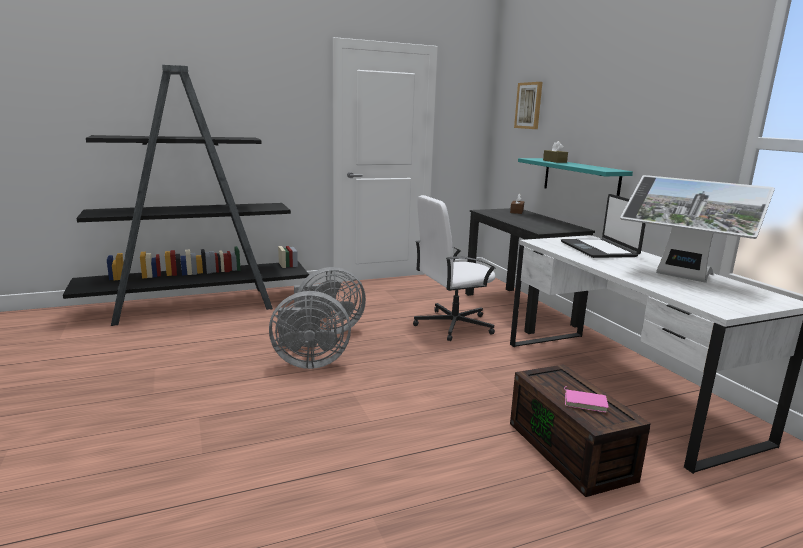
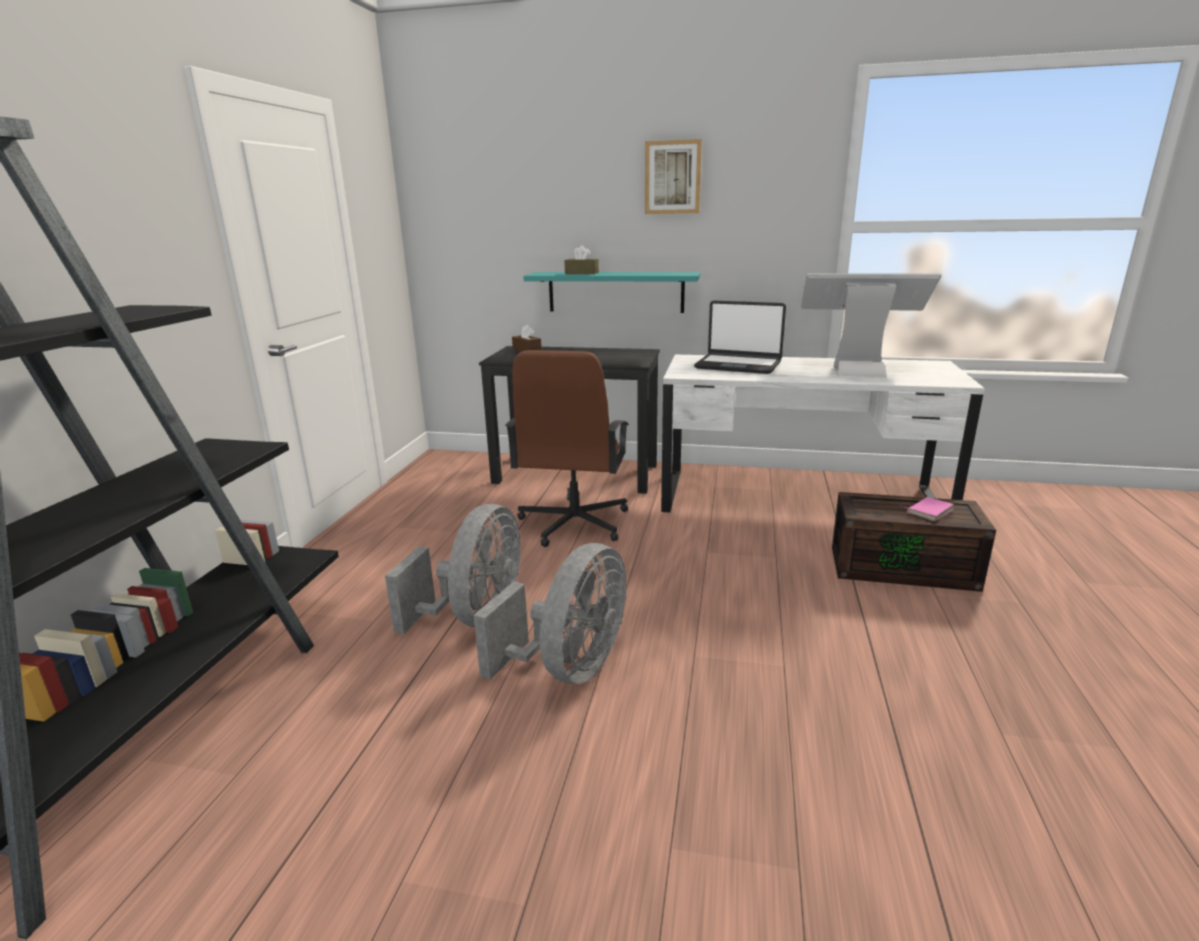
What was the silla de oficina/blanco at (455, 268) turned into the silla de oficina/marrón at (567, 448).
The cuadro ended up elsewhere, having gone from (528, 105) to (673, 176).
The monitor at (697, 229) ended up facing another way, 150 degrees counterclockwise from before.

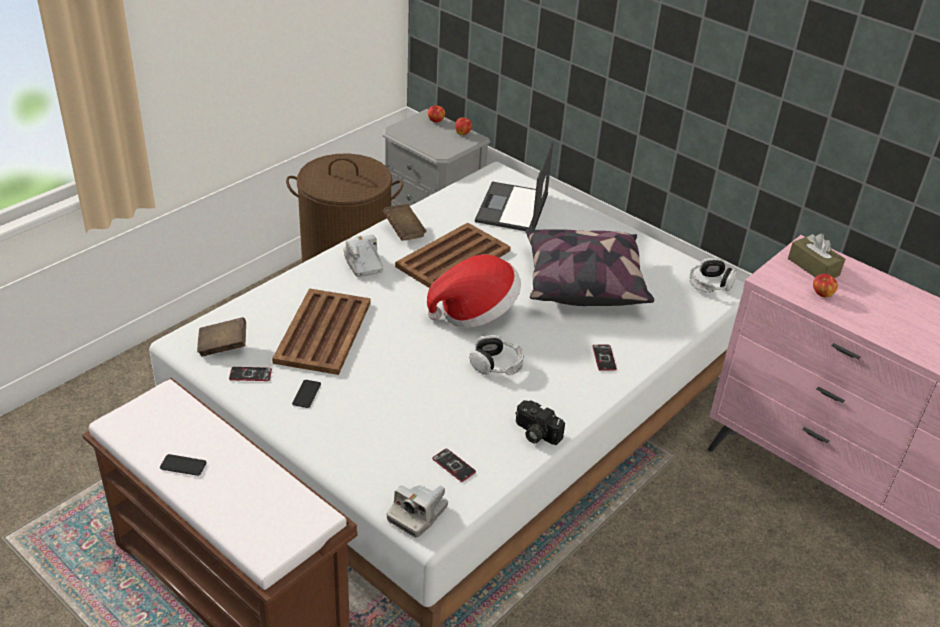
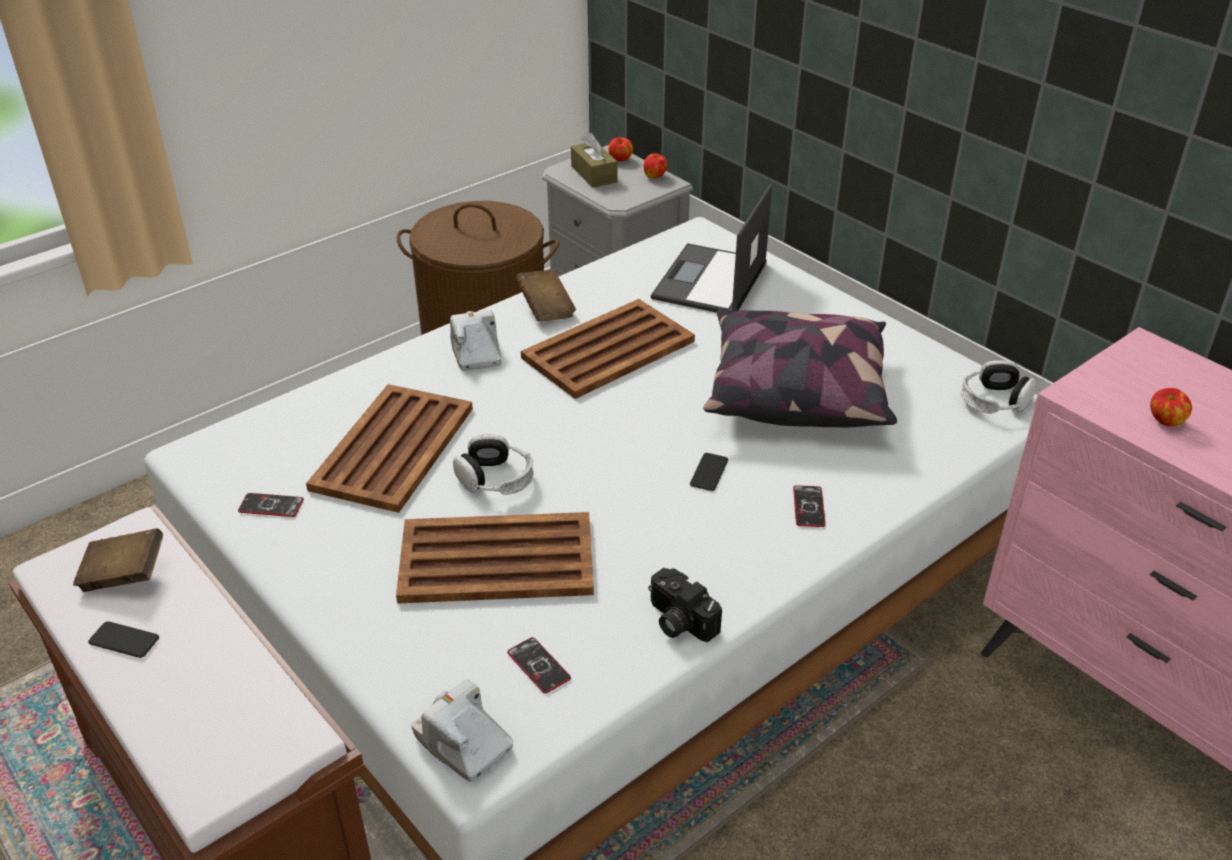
The libro/marrón ended up elsewhere, having gone from (221, 337) to (118, 560).
The second view gained the bandeja/marrón at (495, 558).
The cámara at (417, 511) ended up facing another way, 90 degrees clockwise from before.
The auriculares ended up elsewhere, having gone from (496, 355) to (493, 465).
The caja de pañuelos/marrón ended up elsewhere, having gone from (816, 255) to (594, 160).
The móvil ended up elsewhere, having gone from (306, 394) to (709, 472).
The second view lost the sombrero at (474, 291).

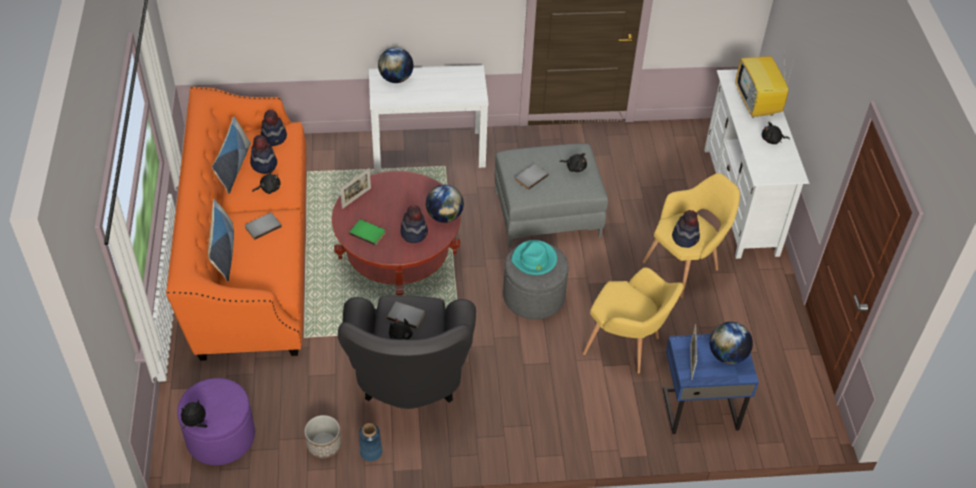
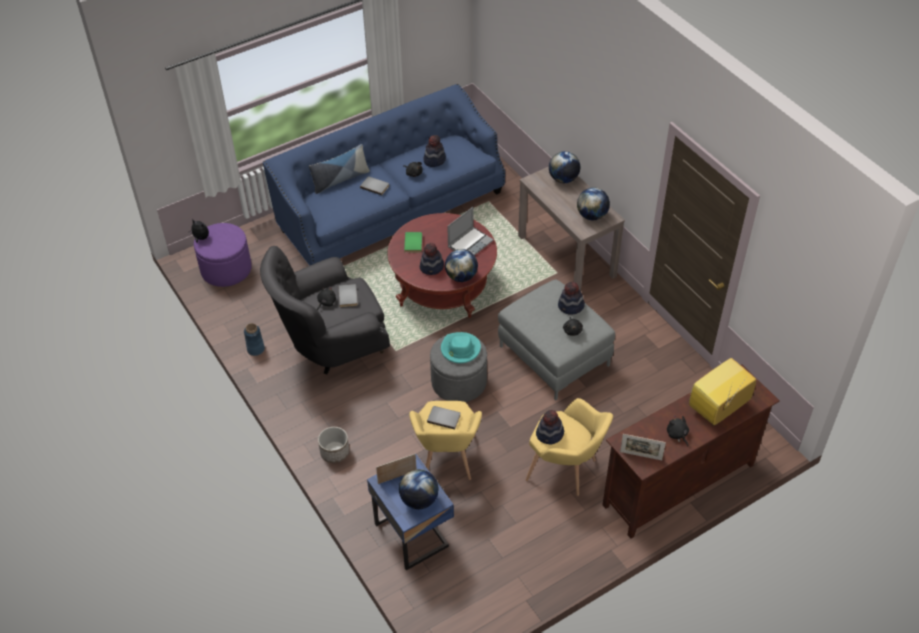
What was the sofá/naranja at (236, 224) turned into the sofá/azul at (384, 175).
The maceta ended up elsewhere, having gone from (323, 437) to (333, 445).
The libro/gris ended up elsewhere, having gone from (532, 177) to (444, 417).
The second view gained the portátil at (470, 231).
What was the mesa consola/blanco at (429, 118) turned into the mesa consola/marrón at (571, 229).
The sombrero ended up elsewhere, having gone from (274, 127) to (571, 298).
The second view gained the globo terráqueo at (593, 204).
What was the mueble de televisión/blanco at (756, 164) turned into the mueble de televisión/marrón at (691, 451).
The portarretratos ended up elsewhere, having gone from (355, 188) to (643, 447).
The second view lost the cojín at (231, 155).

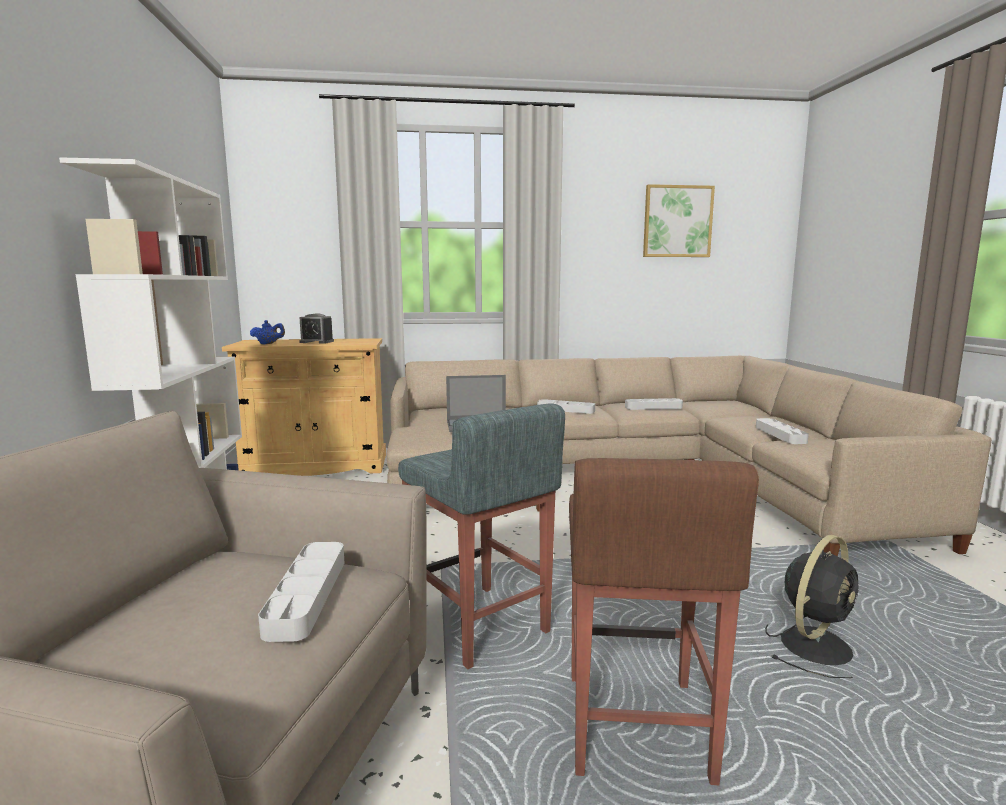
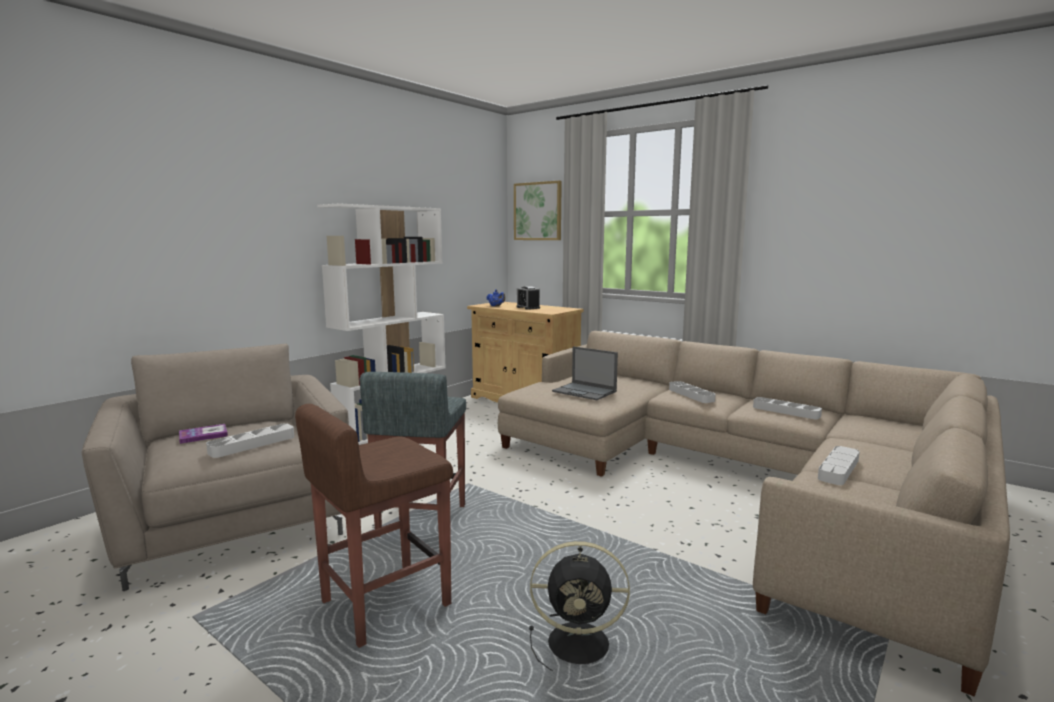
The second view gained the libro at (203, 434).
The cuadro ended up elsewhere, having gone from (679, 220) to (538, 210).

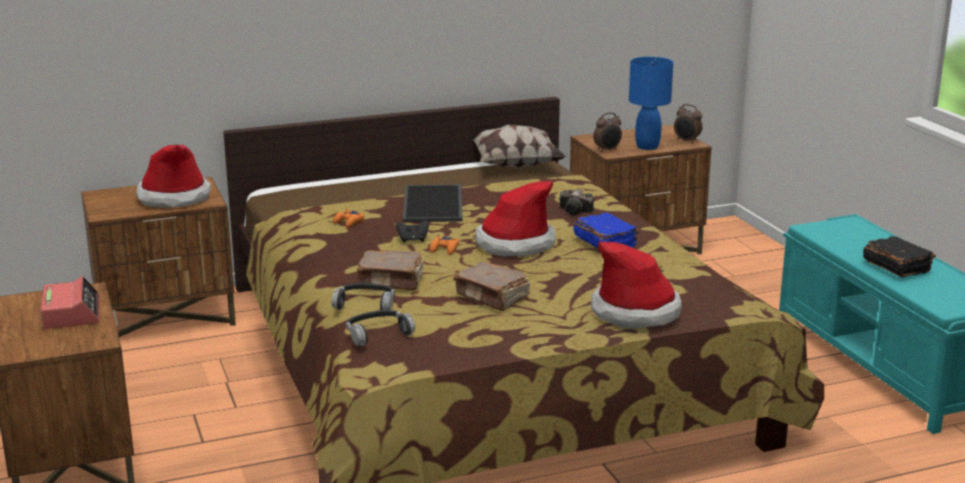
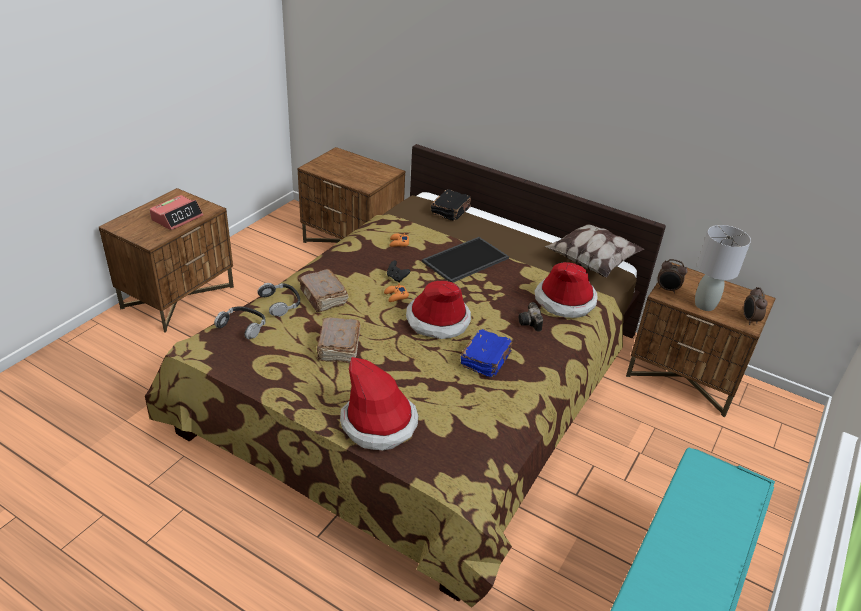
The libro/negro ended up elsewhere, having gone from (899, 256) to (451, 205).
The sombrero ended up elsewhere, having gone from (173, 176) to (566, 290).
What was the lámpara de mesa/azul at (651, 103) turned into the lámpara de mesa/gris at (723, 268).

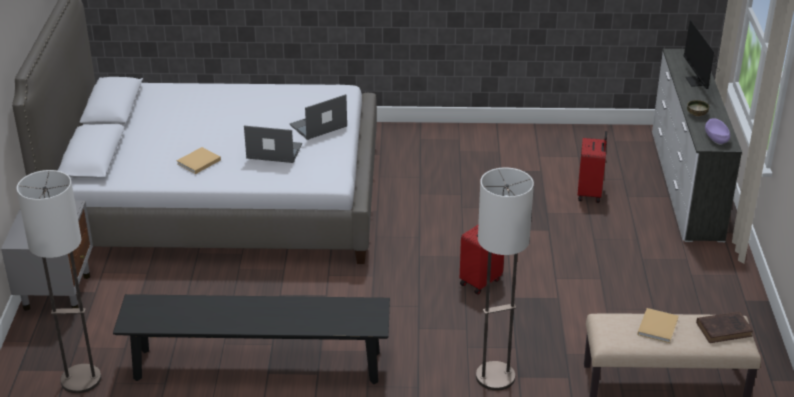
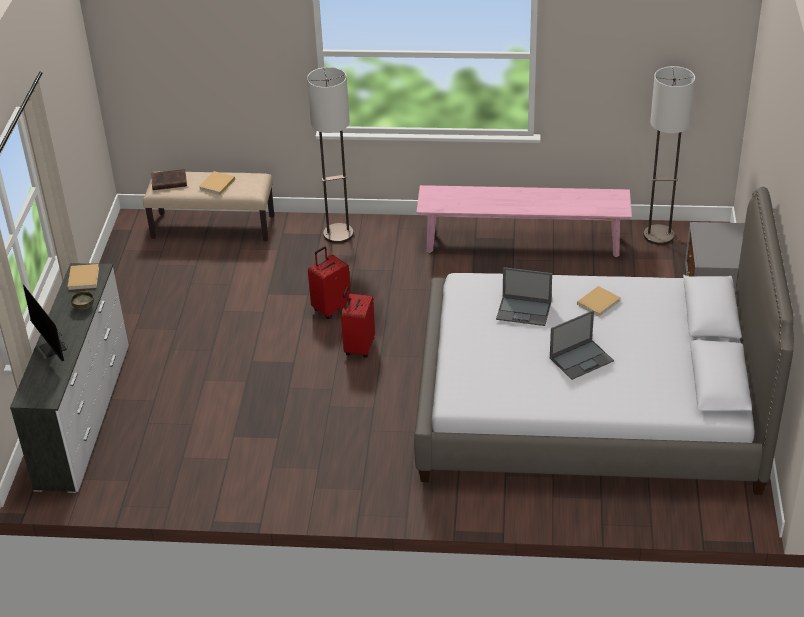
The monitor at (701, 54) ended up facing another way, 150 degrees clockwise from before.
Where the cuenco/morado stood at (717, 131), the libro/beis came to stand at (83, 277).
The maleta/rojo ended up elsewhere, having gone from (592, 167) to (358, 322).
What was the banco/negro at (251, 339) turned into the banco/rosa at (524, 221).
The portátil ended up elsewhere, having gone from (318, 117) to (582, 345).

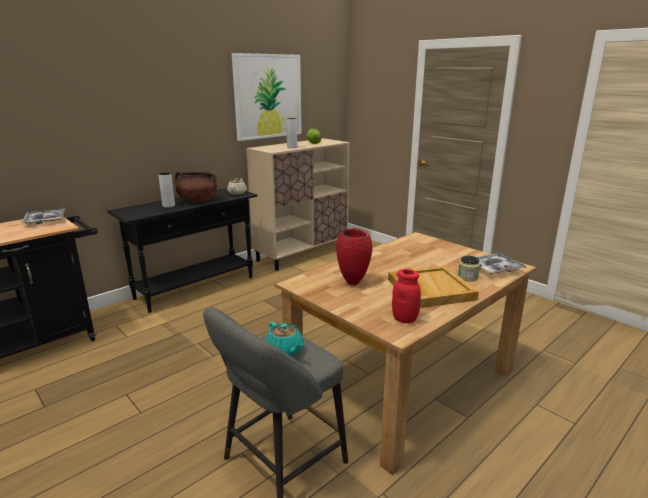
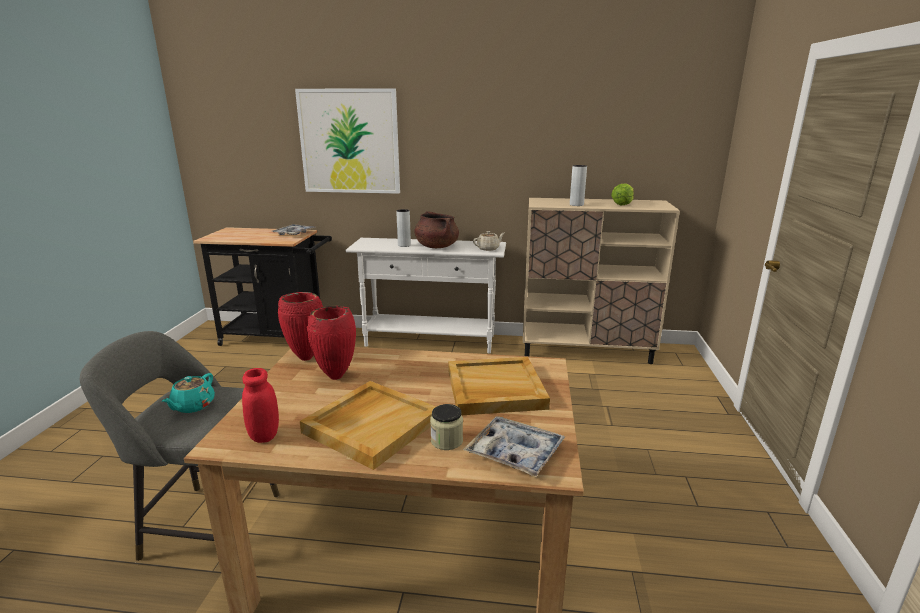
The second view gained the florero/rojo at (300, 326).
The cuadro ended up elsewhere, having gone from (267, 97) to (347, 141).
What was the mesa consola/negro at (182, 250) turned into the mesa consola/blanco at (425, 295).
The second view gained the bandeja/beis at (499, 386).

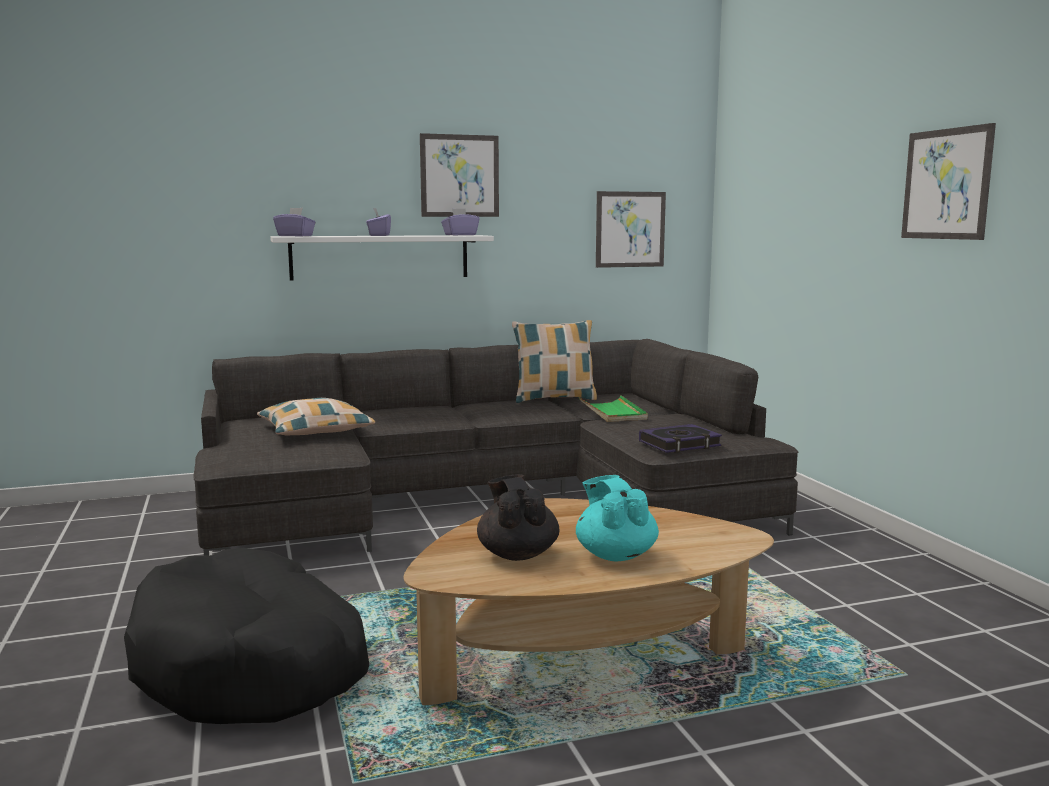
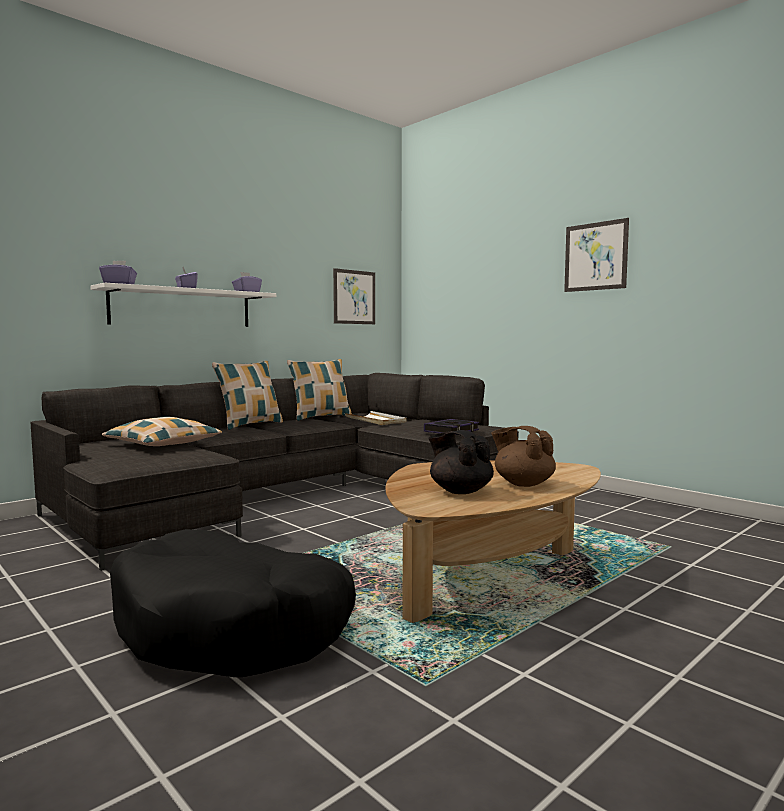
The second view gained the cojín at (247, 395).
What was the bandeja/verde at (613, 408) turned into the bandeja/blanco at (376, 418).
What was the tetera/turquesa at (617, 518) turned into the tetera/marrón at (524, 456).
The second view lost the cuadro at (459, 175).

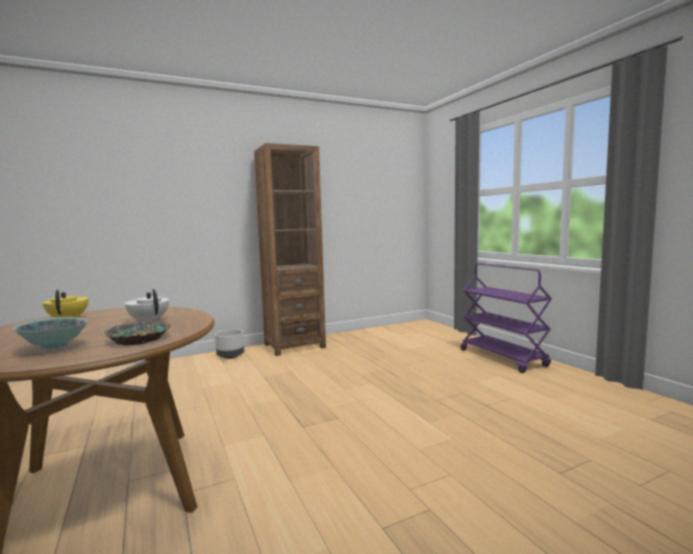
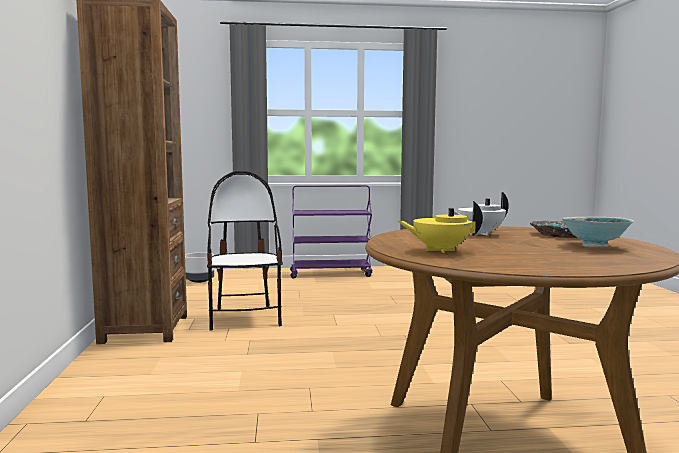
The maceta/gris ended up elsewhere, having gone from (229, 344) to (199, 267).
The second view gained the silla at (245, 251).

